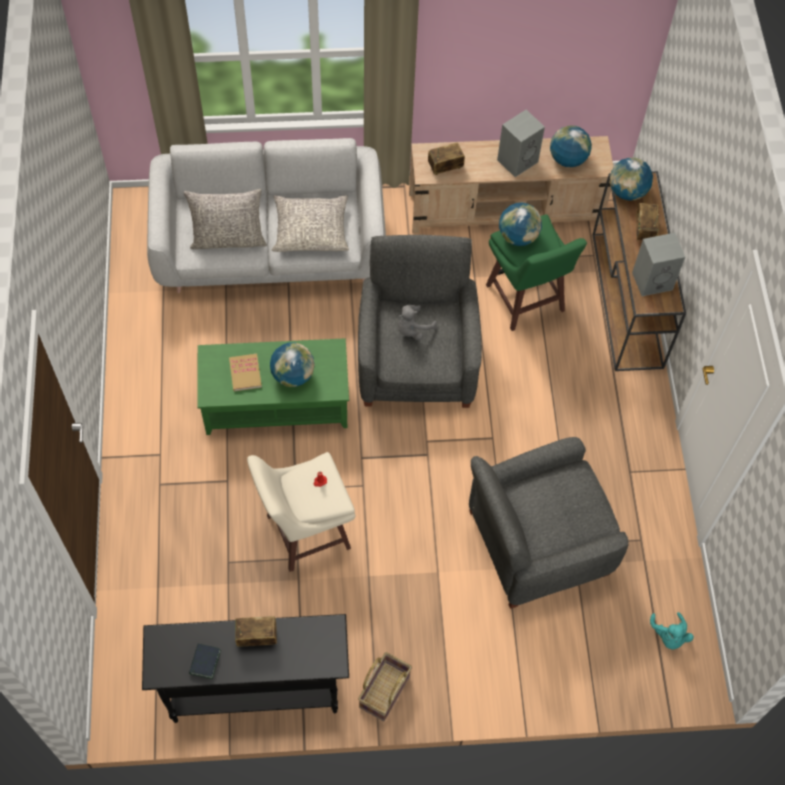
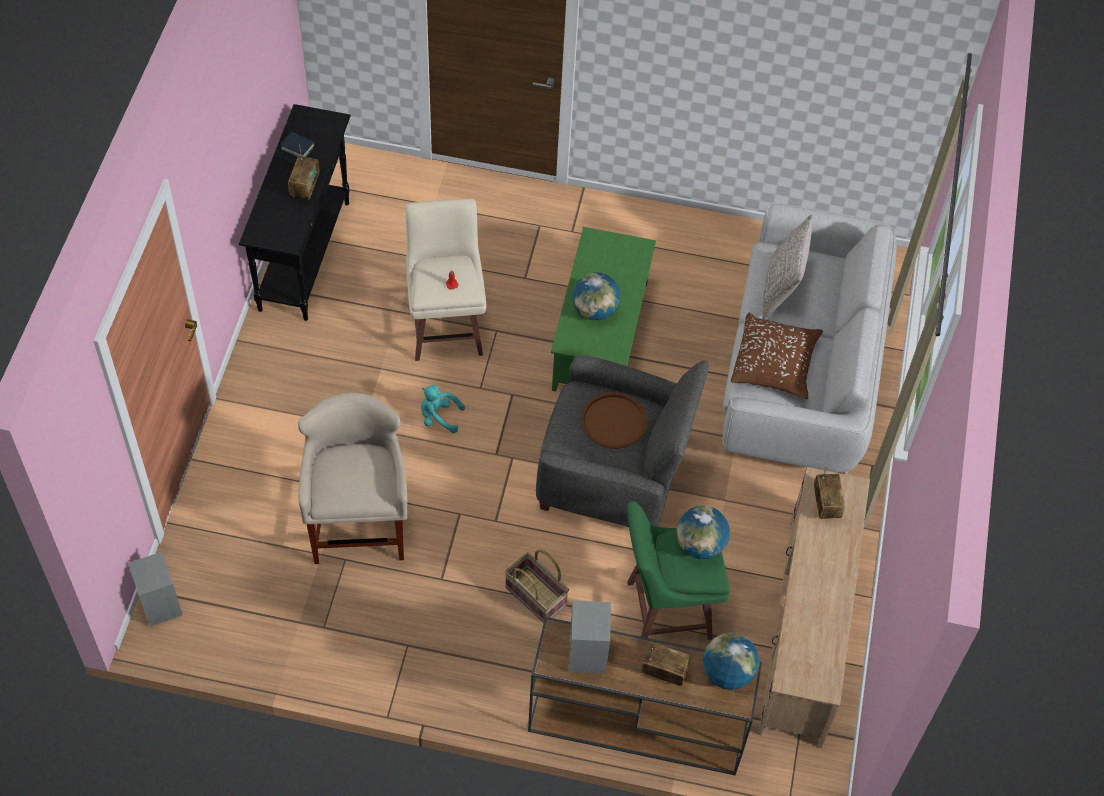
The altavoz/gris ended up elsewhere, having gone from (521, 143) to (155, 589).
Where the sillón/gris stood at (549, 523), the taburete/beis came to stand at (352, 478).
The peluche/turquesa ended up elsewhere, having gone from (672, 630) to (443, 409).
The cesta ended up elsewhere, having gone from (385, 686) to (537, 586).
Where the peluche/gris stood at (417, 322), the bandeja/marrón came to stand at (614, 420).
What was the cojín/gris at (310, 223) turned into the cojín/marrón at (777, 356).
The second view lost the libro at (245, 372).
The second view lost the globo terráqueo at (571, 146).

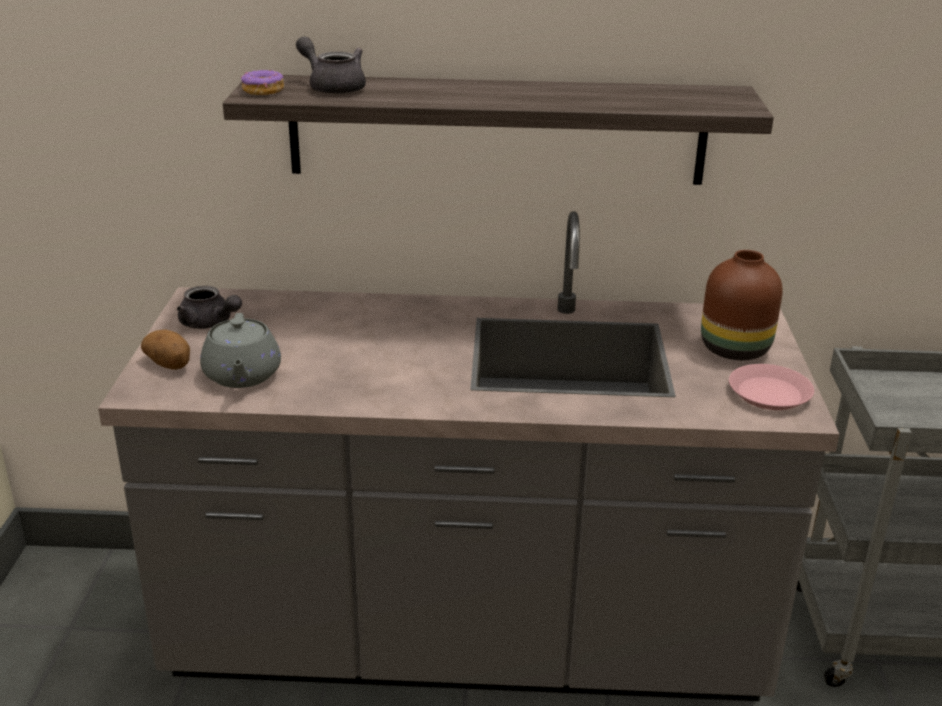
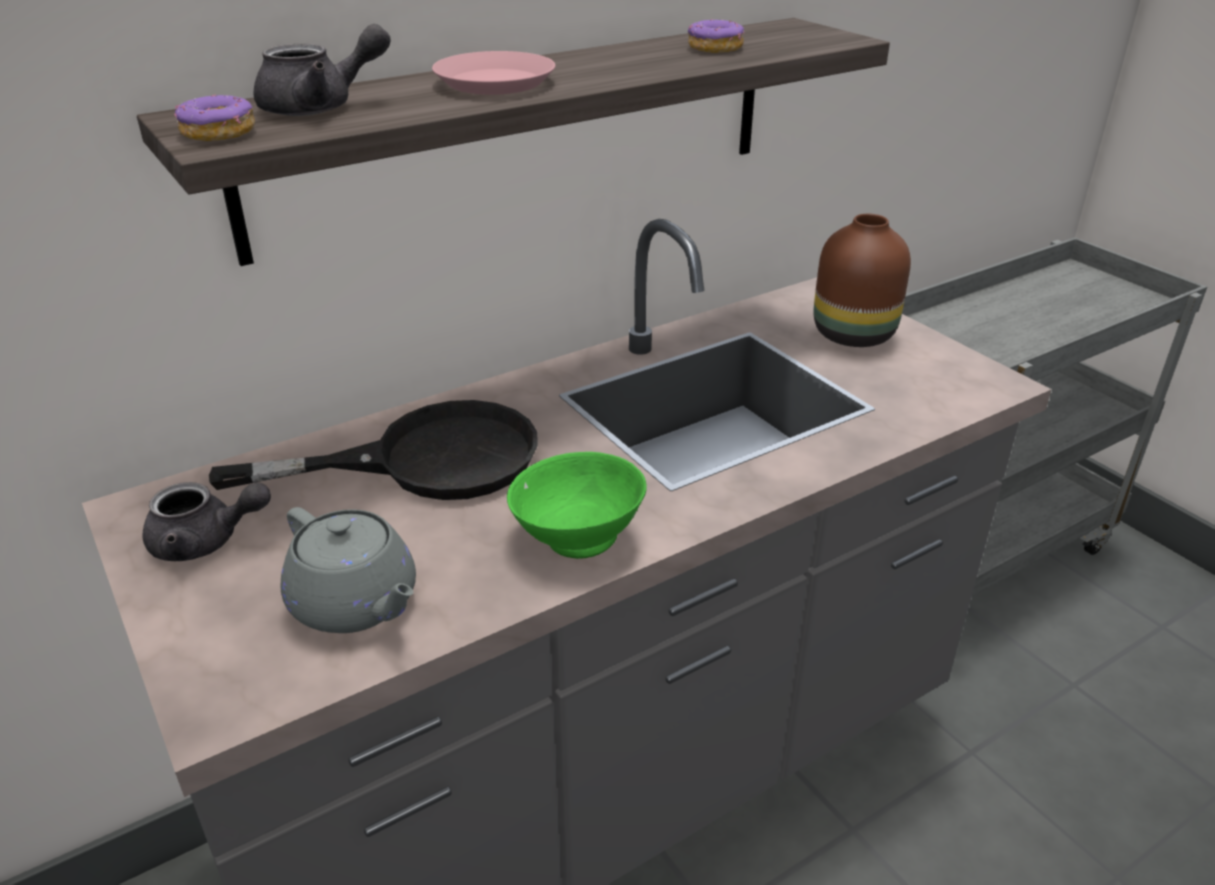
The second view gained the sartén/negro at (373, 450).
The tetera/gris at (331, 66) ended up facing another way, 150 degrees clockwise from before.
The plato/rosa ended up elsewhere, having gone from (771, 387) to (493, 73).
The second view gained the cuenco/verde at (577, 505).
The second view gained the rosquilla at (716, 36).
The second view lost the patata at (165, 349).

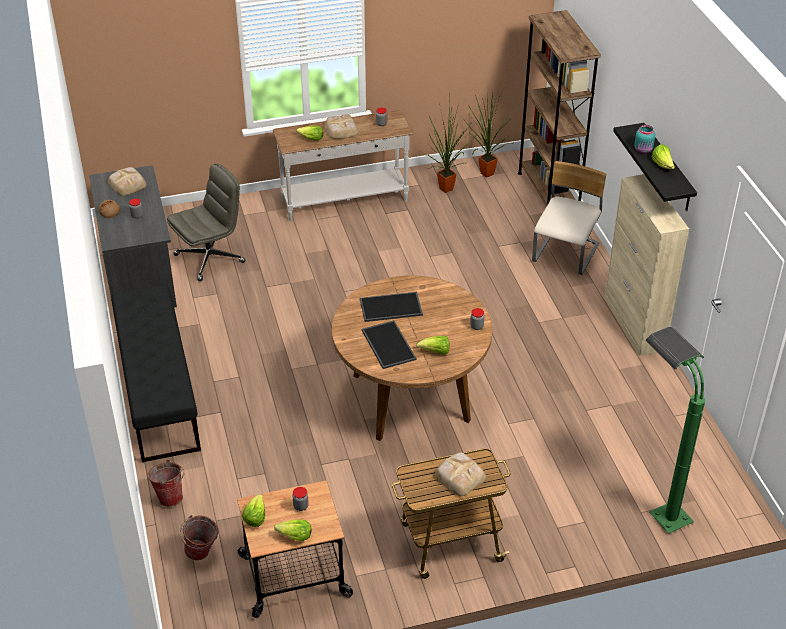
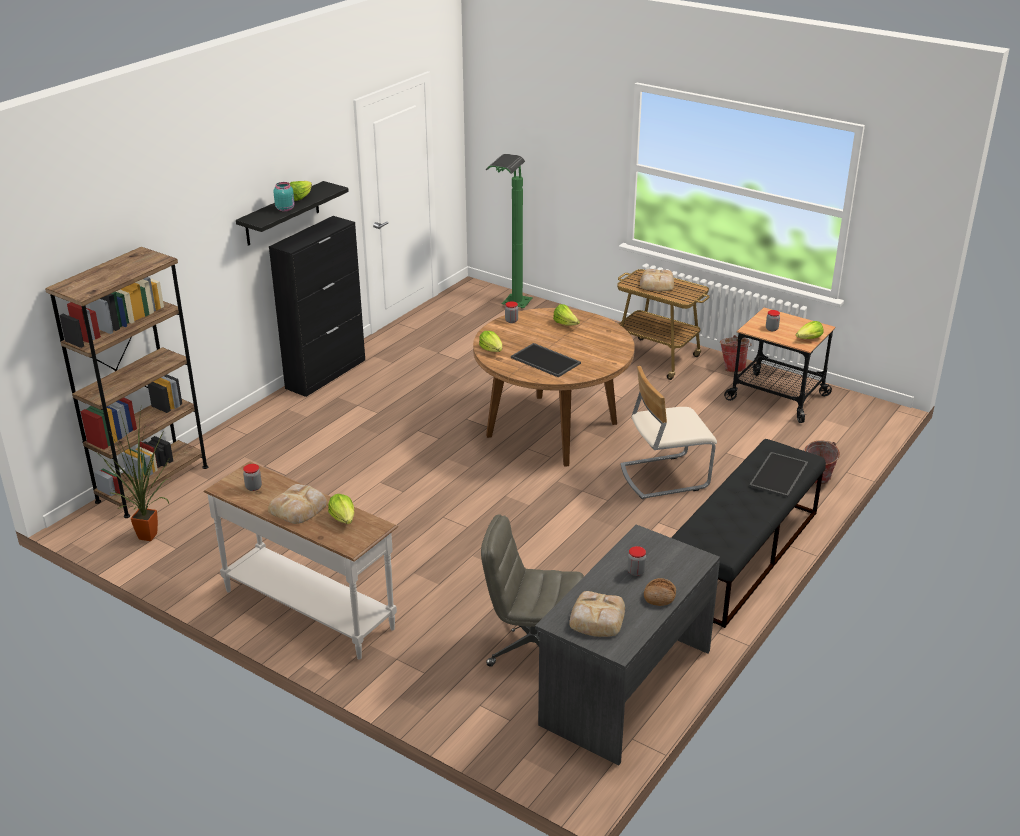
What was the armario/beis at (646, 265) turned into the armario/negro at (317, 306).
The lechuga ended up elsewhere, having gone from (293, 530) to (490, 341).
The silla/beis ended up elsewhere, having gone from (569, 218) to (669, 432).
The cubo ended up elsewhere, having gone from (199, 537) to (736, 353).
The bandeja ended up elsewhere, having gone from (389, 344) to (778, 475).
The second view lost the planta en maceta at (449, 142).

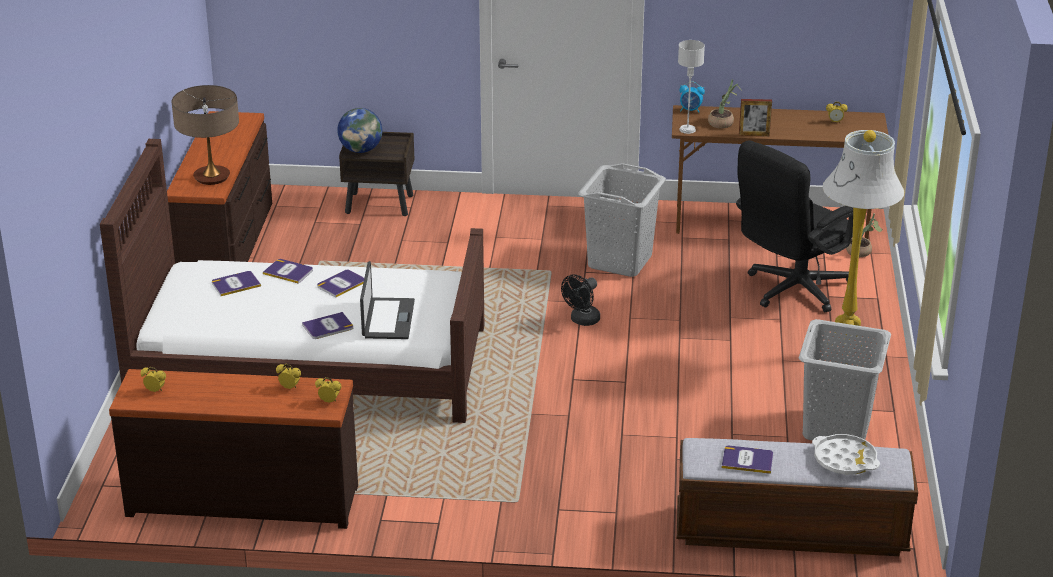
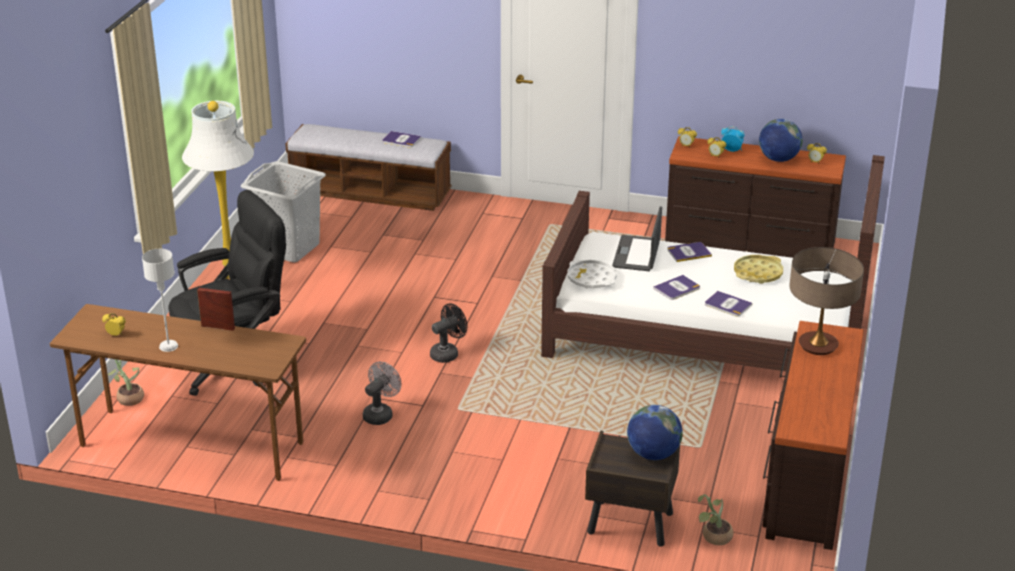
The lámpara de mesa/gris ended up elsewhere, having gone from (691, 87) to (160, 300).
Where the cesto de la ropa/gris stood at (622, 220), the ventilador/gris came to stand at (382, 393).
The bandeja/blanco ended up elsewhere, having gone from (846, 454) to (592, 274).
The planta en maceta ended up elsewhere, having gone from (724, 104) to (716, 519).
The despertador ended up elsewhere, having gone from (692, 97) to (733, 139).
The second view gained the bandeja/amarillo at (758, 269).
The second view gained the globo terráqueo at (781, 140).
The second view lost the libro at (236, 283).

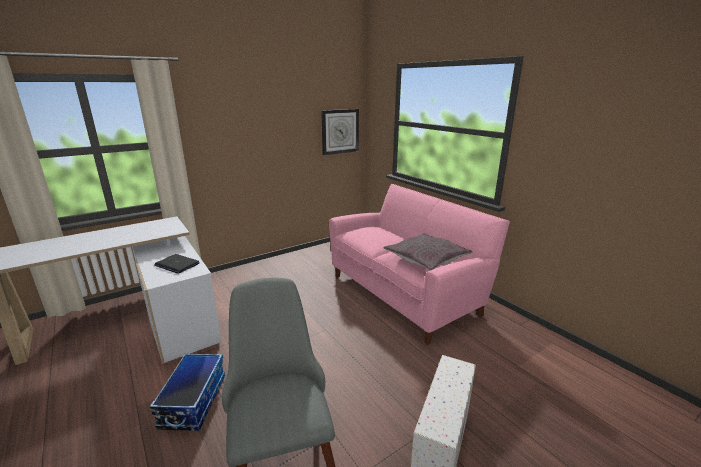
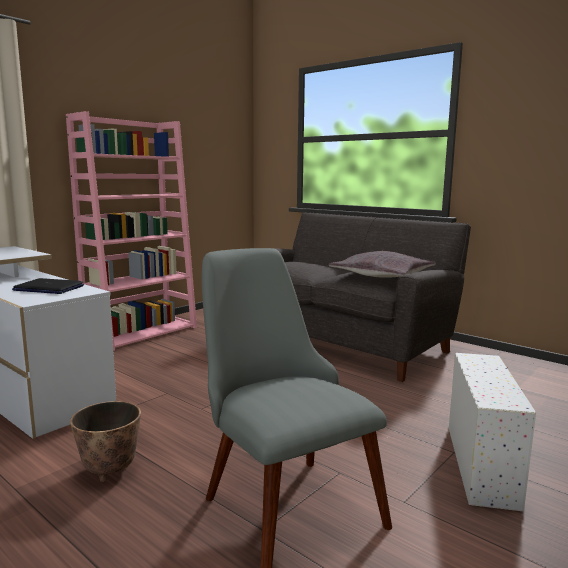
The second view gained the estantería/rosa at (131, 231).
Where the caja de almacenaje stood at (187, 392), the maceta came to stand at (105, 441).
What was the sofá/rosa at (419, 264) turned into the sofá/gris at (372, 297).
The second view lost the reloj de pared at (340, 132).

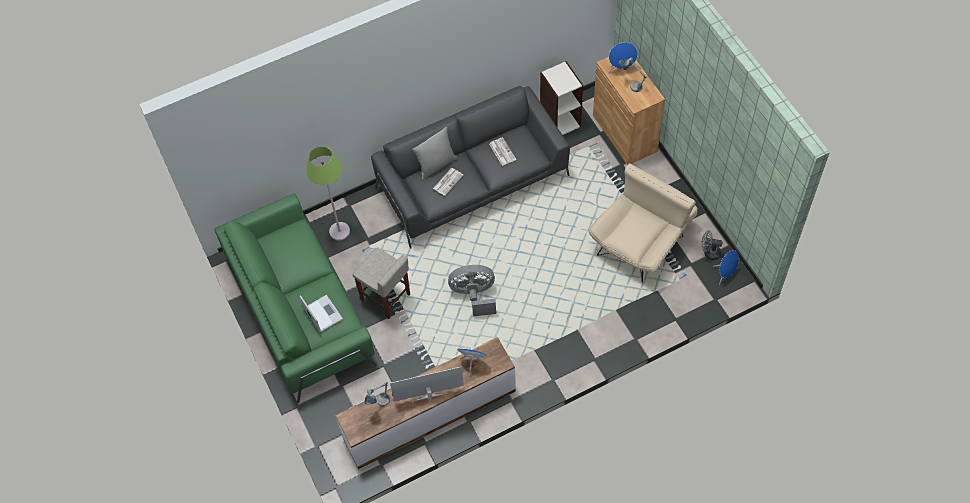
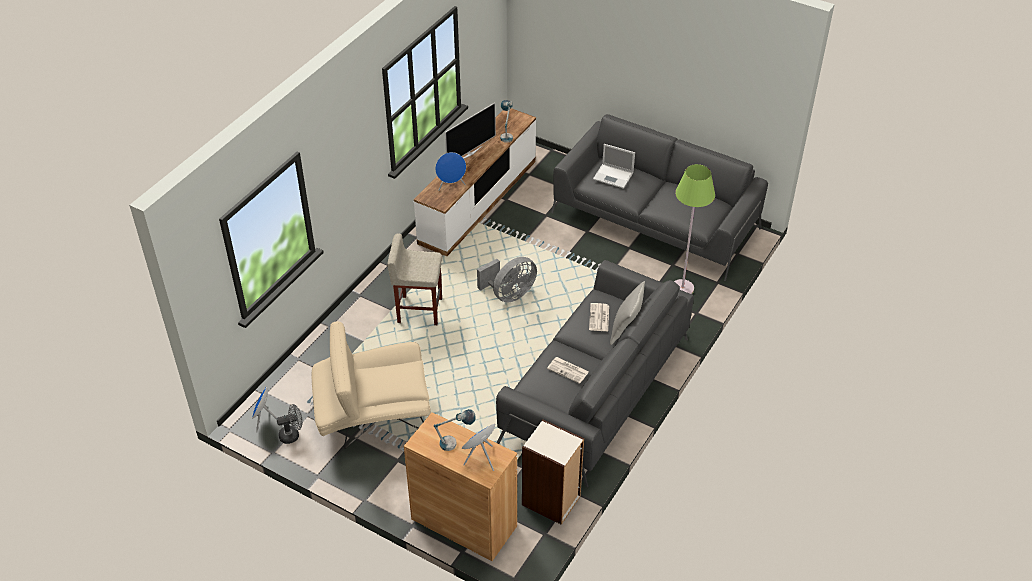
The sillón/beis at (643, 223) ended up facing another way, 75 degrees clockwise from before.
The taburete/beis ended up elsewhere, having gone from (381, 283) to (414, 279).
What was the sofá/verde at (296, 299) turned into the sofá/gris at (659, 197).

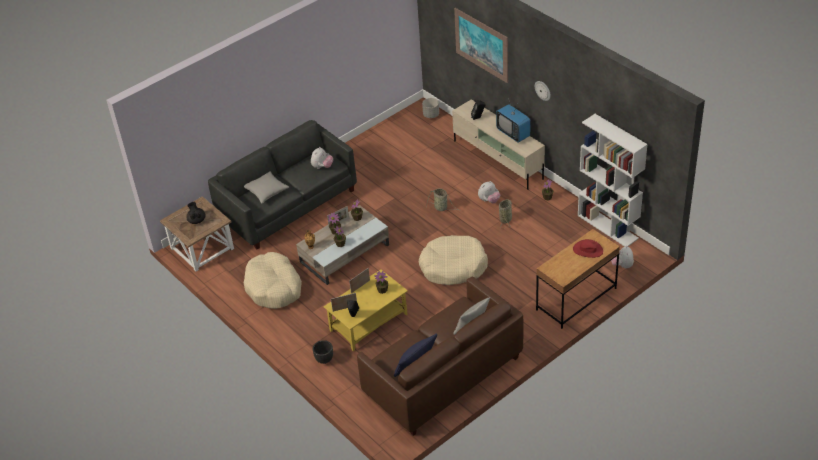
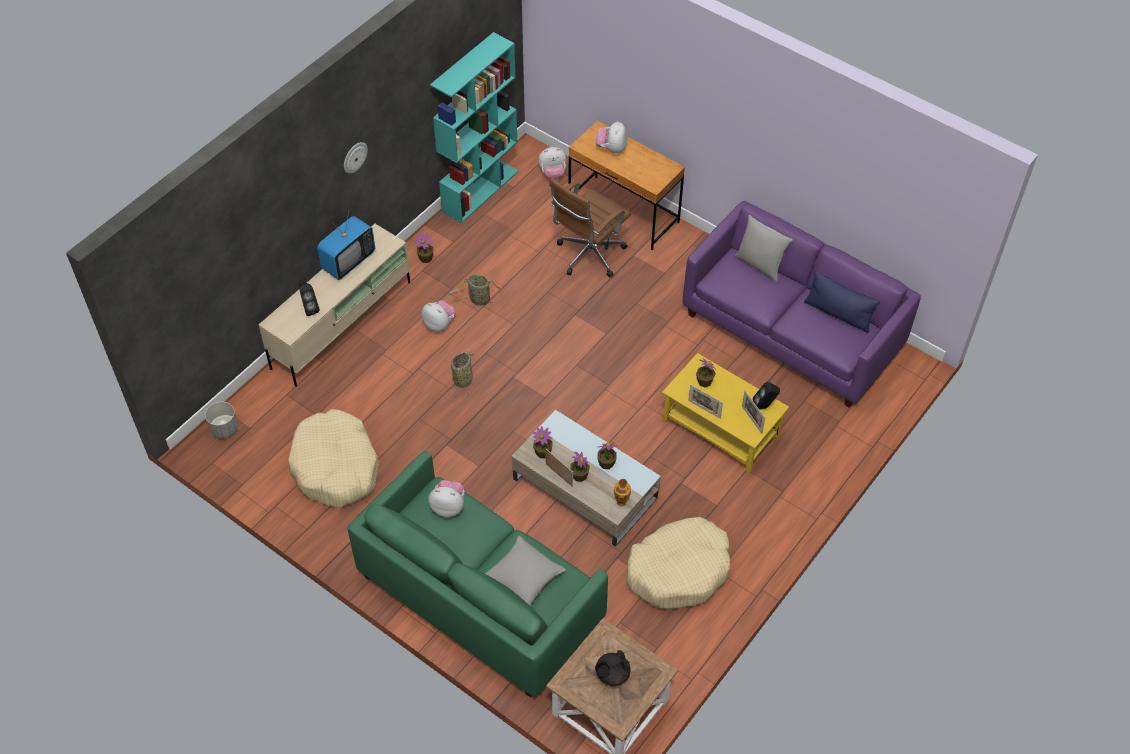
The cama para perro/beis ended up elsewhere, having gone from (453, 260) to (333, 458).
What was the sofá/gris at (282, 184) turned into the sofá/verde at (477, 574).
What was the estantería/blanco at (613, 180) turned into the estantería/turquesa at (474, 127).
The second view gained the silla de oficina/marrón at (590, 227).
Where the sombrero/rojo stood at (588, 248), the peluche came to stand at (611, 137).
What was the sofá/marrón at (440, 356) turned into the sofá/morado at (802, 304).
The second view lost the maceta/negro at (323, 352).
The second view lost the cuadro at (481, 45).

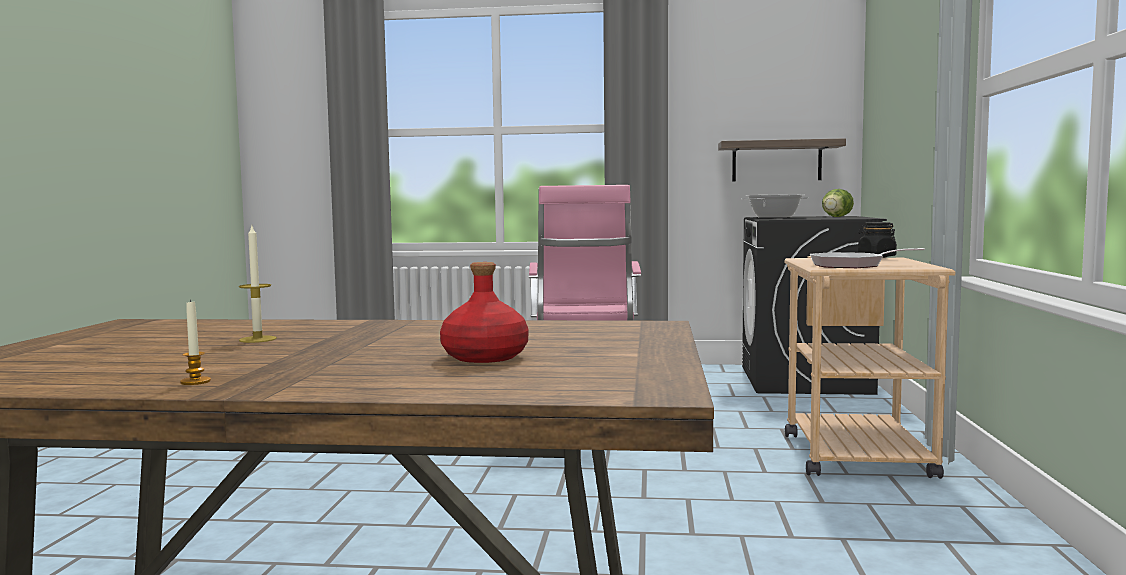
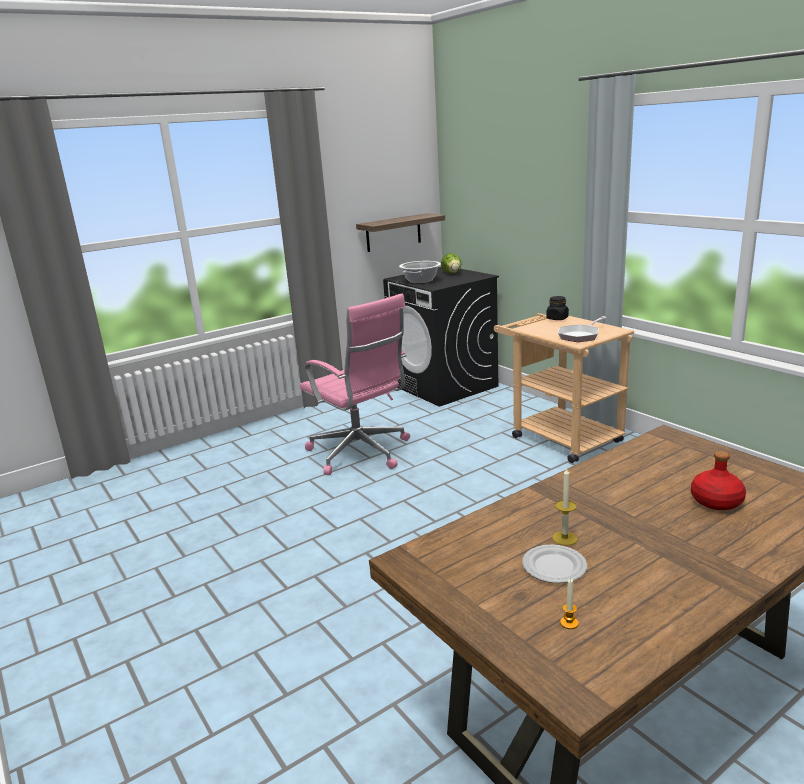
The second view gained the plato at (554, 563).
The vela ended up elsewhere, having gone from (195, 342) to (569, 604).

